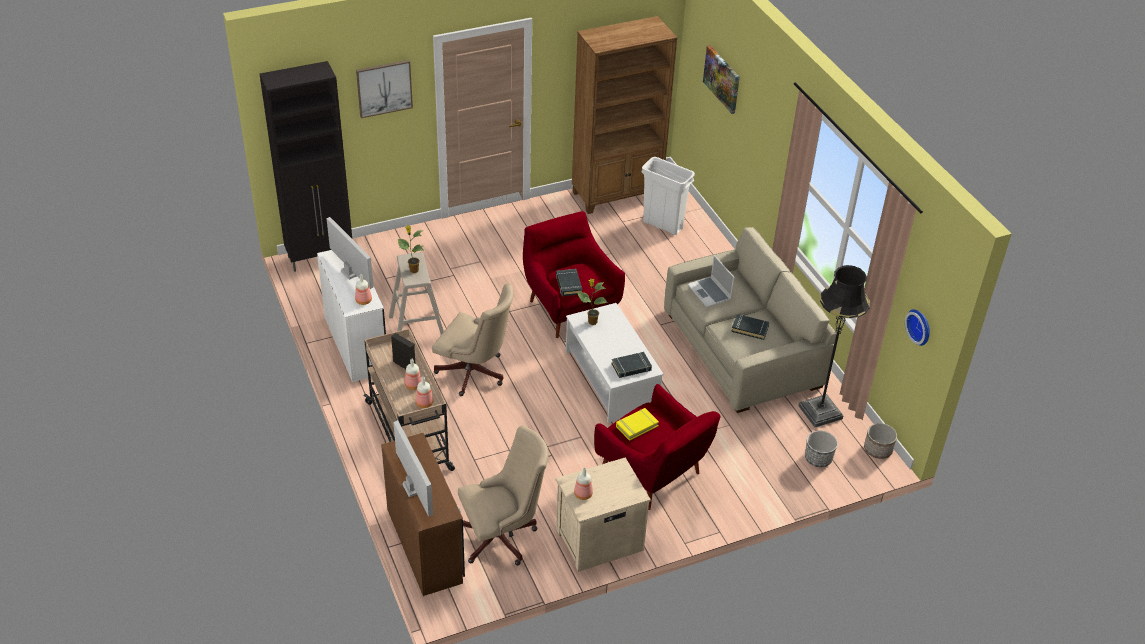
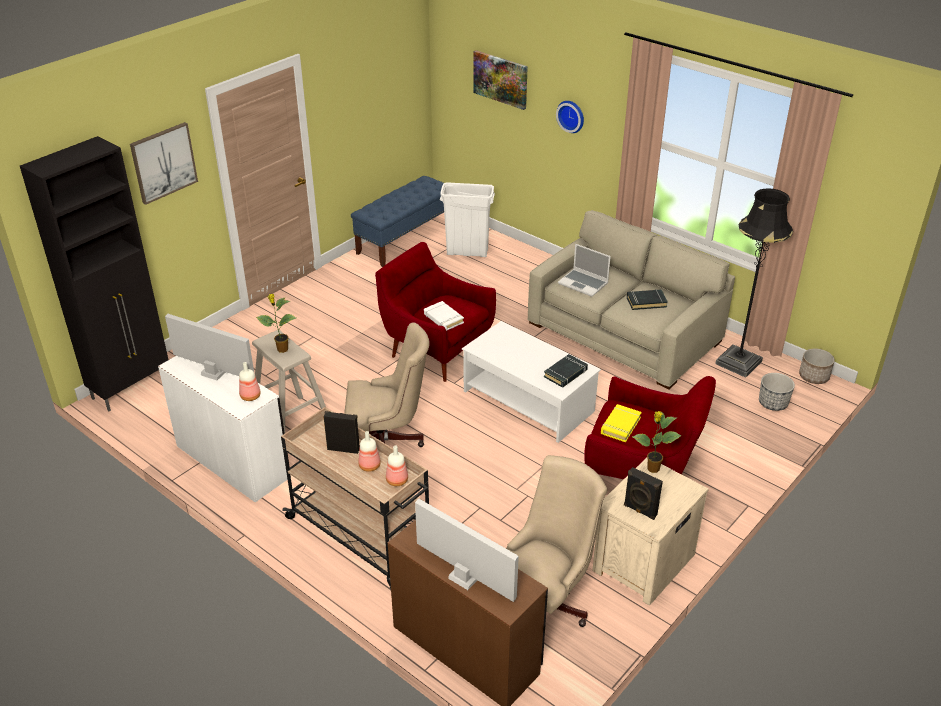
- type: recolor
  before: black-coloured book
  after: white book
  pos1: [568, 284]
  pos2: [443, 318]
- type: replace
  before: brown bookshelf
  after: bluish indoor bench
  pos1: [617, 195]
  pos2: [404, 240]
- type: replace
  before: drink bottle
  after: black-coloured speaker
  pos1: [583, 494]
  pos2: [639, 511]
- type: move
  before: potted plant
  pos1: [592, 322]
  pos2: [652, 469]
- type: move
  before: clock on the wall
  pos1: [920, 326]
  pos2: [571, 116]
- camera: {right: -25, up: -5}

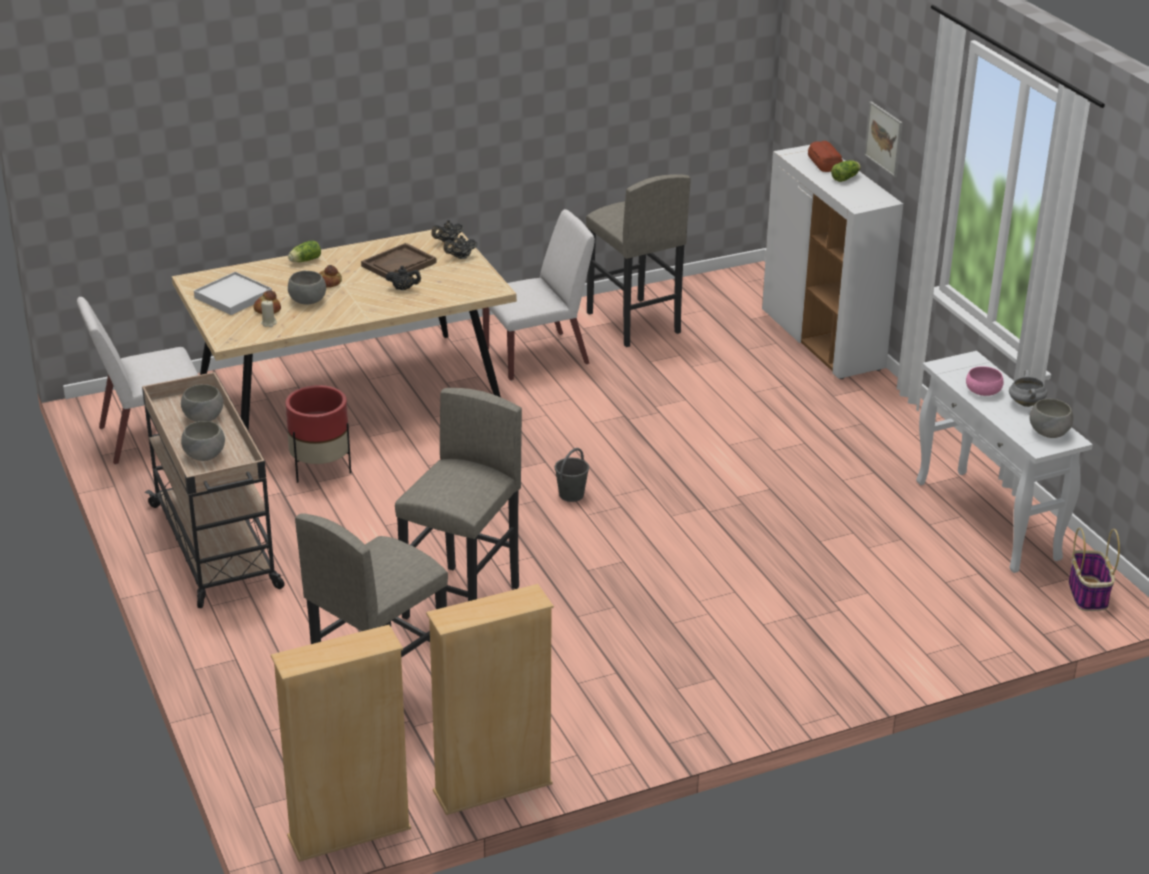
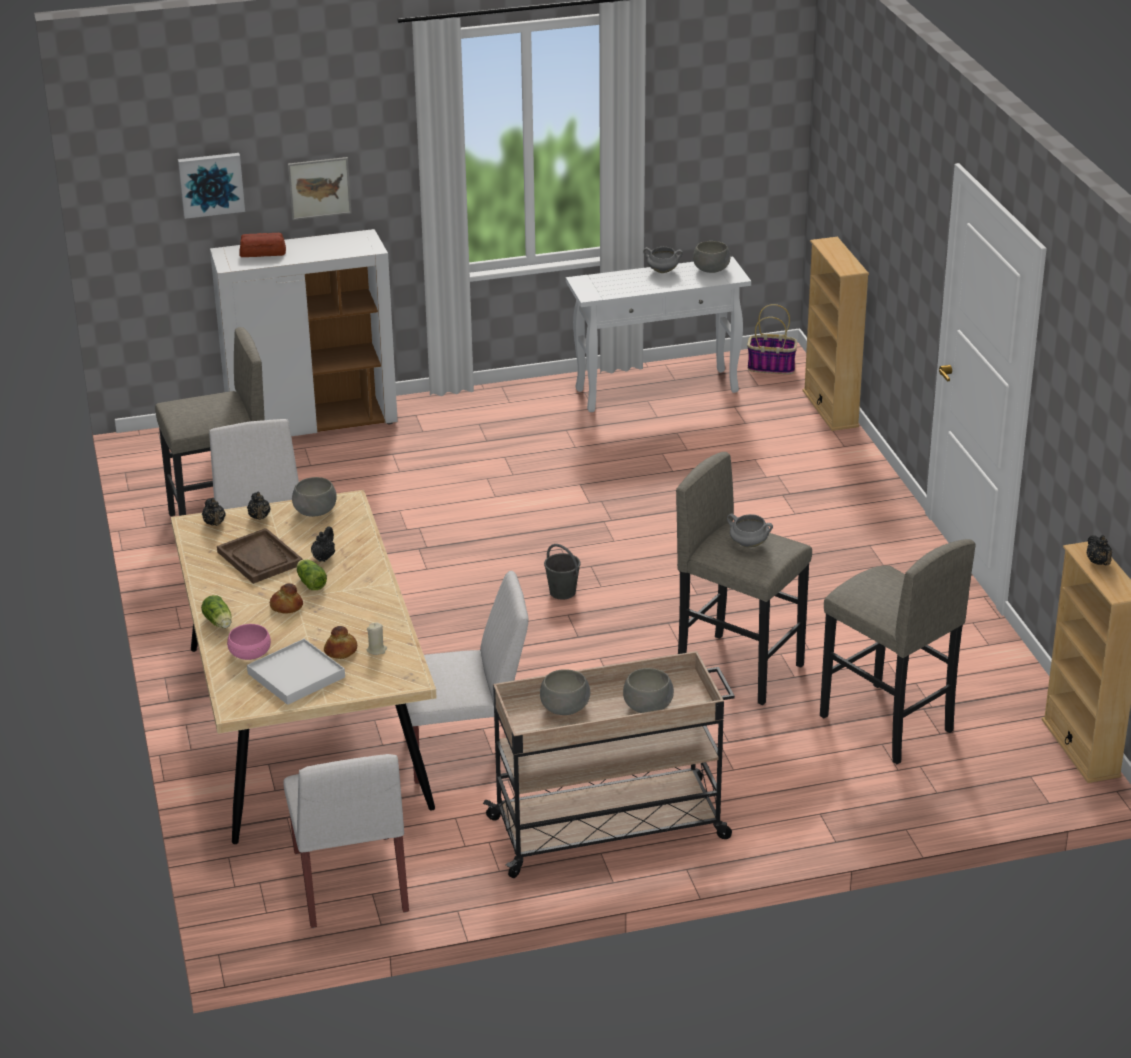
- type: replace
  before: red planter
  after: white upright chair
  pos1: [320, 469]
  pos2: [467, 750]
- type: move
  before: greyish serving bowl
  pos1: [308, 300]
  pos2: [315, 510]
- type: move
  before: beige-coloured bookshelf
  pos1: [492, 788]
  pos2: [830, 409]
- type: move
  before: head of lettuce
  pos1: [846, 178]
  pos2: [310, 582]
- type: move
  before: pink serving bowl
  pos1: [983, 390]
  pos2: [249, 652]
- type: insert
  after: picture
  pos2: [211, 184]
- type: insert
  after: greyish stockpot
  pos2: [748, 544]
- type: insert
  after: black-coloured tea pot
  pos2: [1098, 563]
- camera: {right: -80, up: 0}

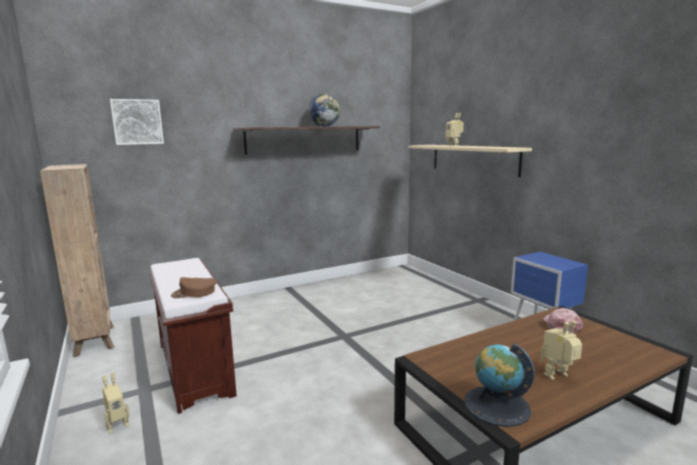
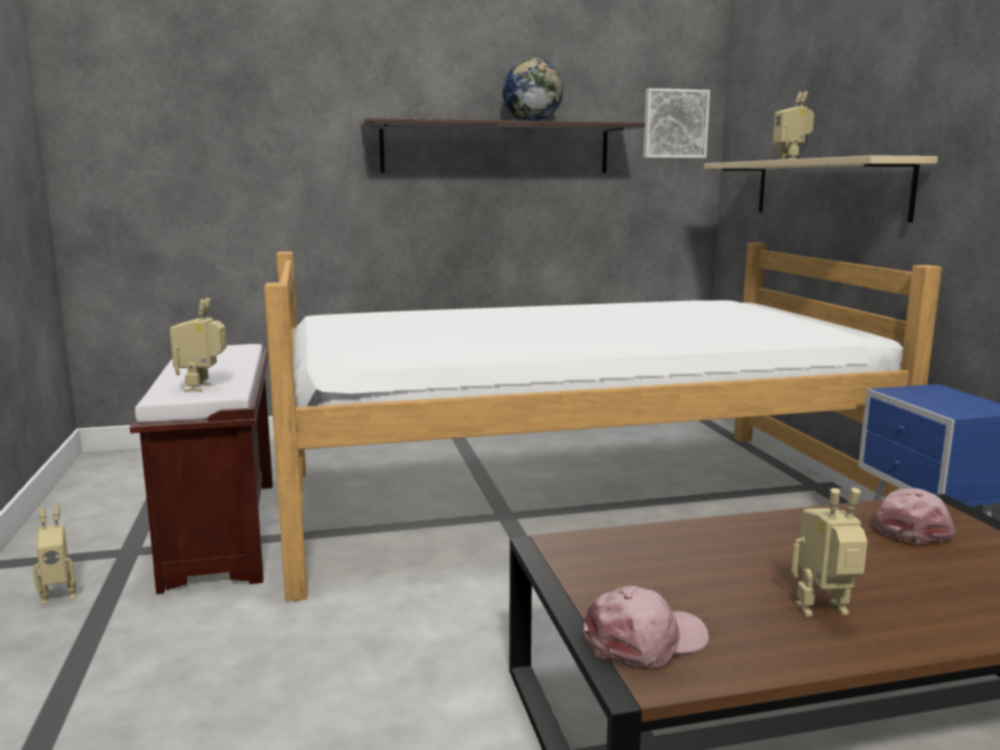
- type: delete
  before: brown bookshelf
  pos1: [95, 340]
- type: move
  before: picture
  pos1: [137, 122]
  pos2: [674, 124]
- type: replace
  before: brown baseball cap
  after: model robot
  pos1: [194, 293]
  pos2: [203, 388]
- type: replace
  before: desk globe
  after: pink baseball cap
  pos1: [496, 405]
  pos2: [645, 640]
- type: insert
  after: bedroom bed
  pos2: [573, 500]
- camera: {right: 15, up: 0}

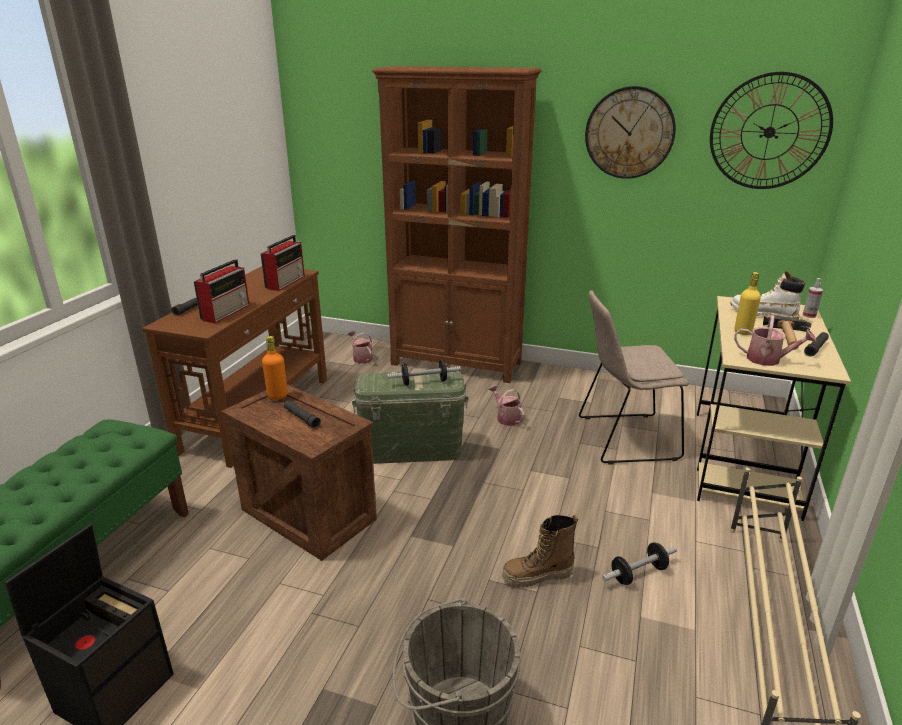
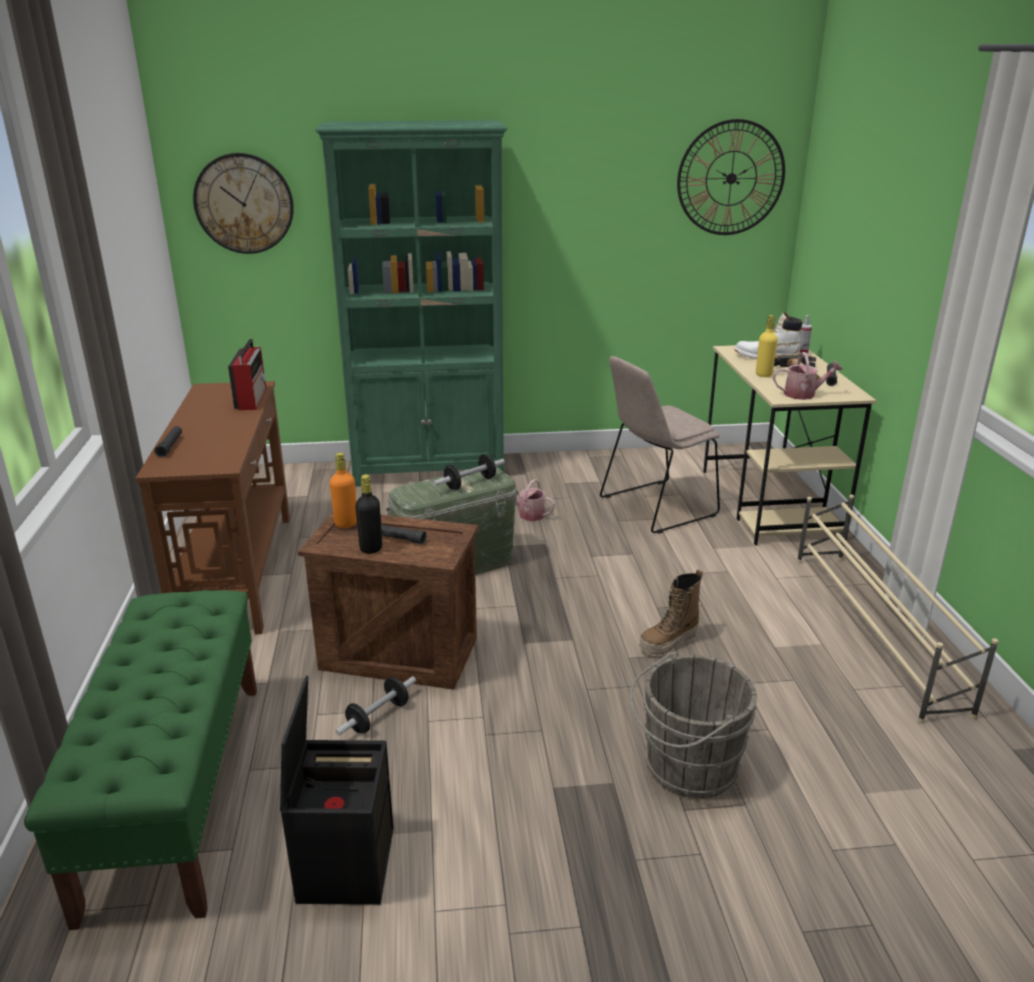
- type: delete
  before: radio set
  pos1: [227, 312]
- type: delete
  before: sprinkling can
  pos1: [361, 358]
- type: recolor
  before: brown bookshelf
  after: green bookshelf
  pos1: [457, 363]
  pos2: [429, 470]
- type: move
  before: clock on the wall
  pos1: [629, 133]
  pos2: [244, 203]
- type: move
  before: dumbbell
  pos1: [638, 573]
  pos2: [378, 717]
- type: insert
  after: black-coloured drink bottle
  pos2: [371, 548]
- camera: {right: -25, up: 0}

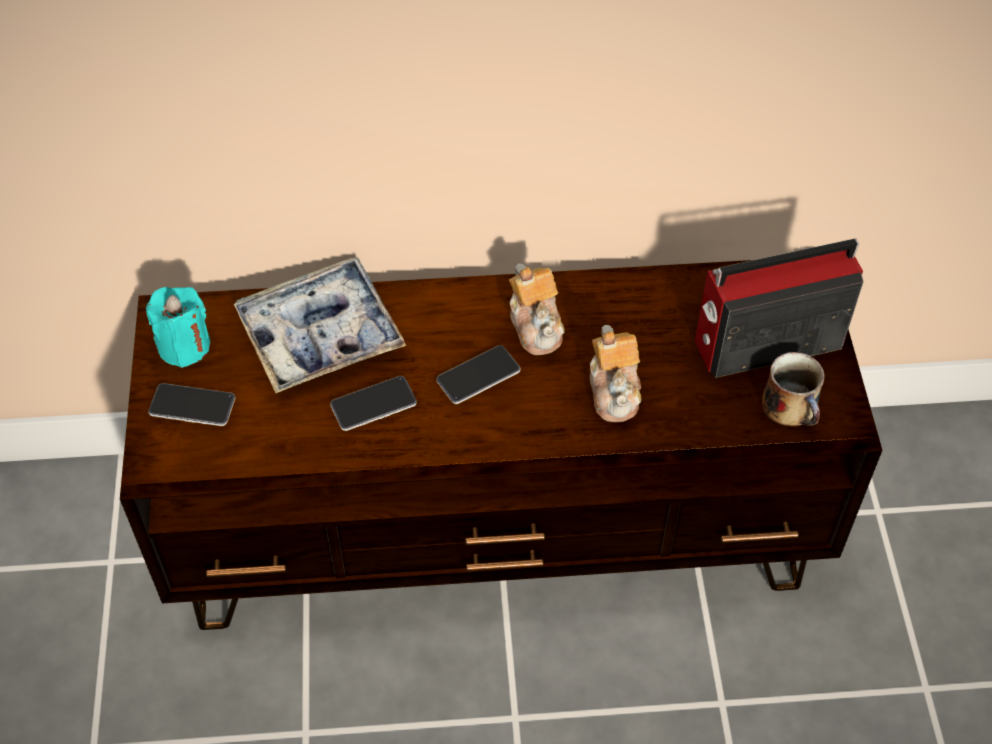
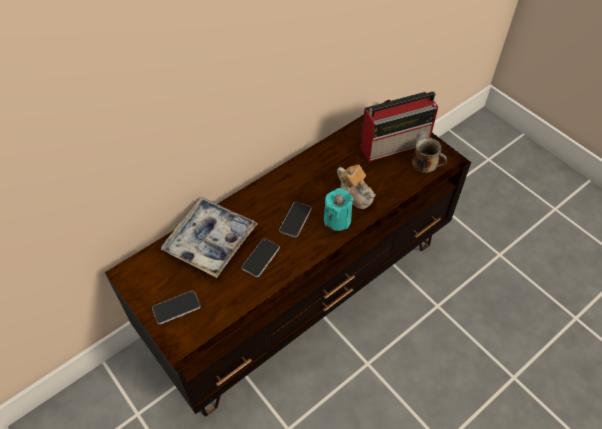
- type: move
  before: blue-green wax light
  pos1: [184, 346]
  pos2: [337, 220]
- type: delete
  before: tea pot
  pos1: [536, 325]
- type: rotate
  before: radio set
  pos1: [764, 344]
  pos2: [395, 145]
  turn: -150
- camera: {right: -35, up: 0}

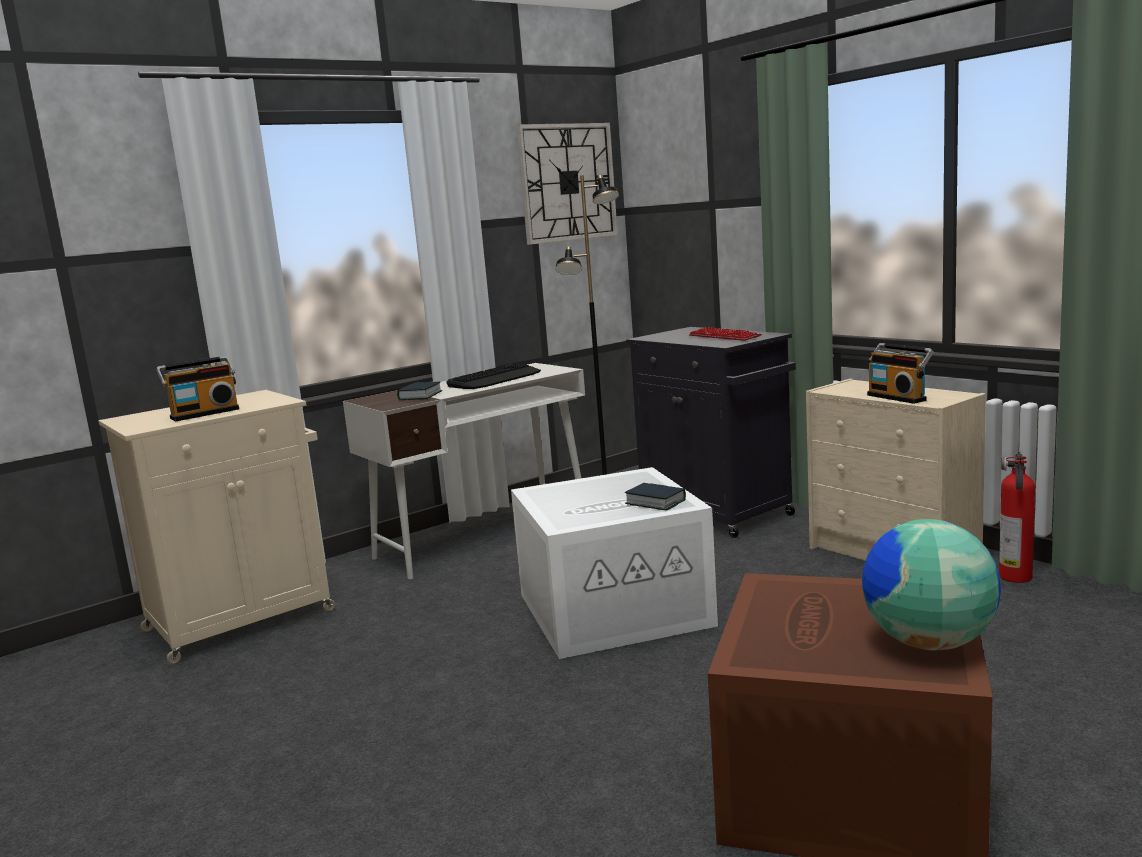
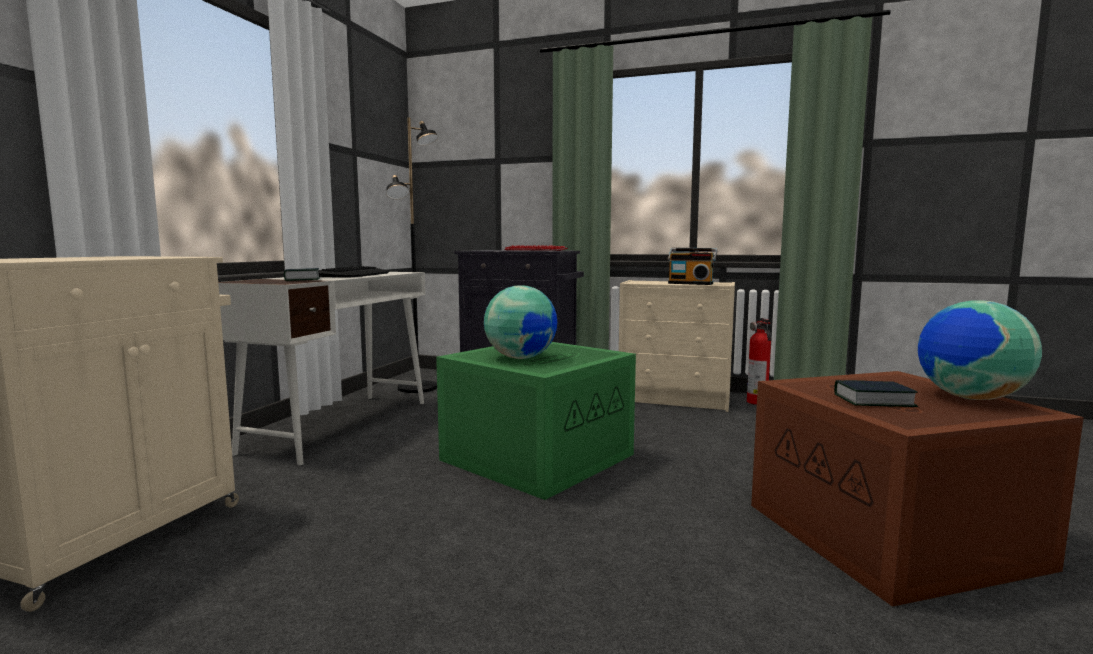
- type: delete
  before: radio set
  pos1: [204, 413]
- type: recolor
  before: white storage bin
  after: green storage bin
  pos1: [615, 608]
  pos2: [537, 456]
- type: delete
  before: clock on the wall
  pos1: [567, 182]
- type: move
  before: book
  pos1: [655, 502]
  pos2: [873, 400]
- type: insert
  after: desk globe
  pos2: [520, 358]
- camera: {right: -35, up: -5}

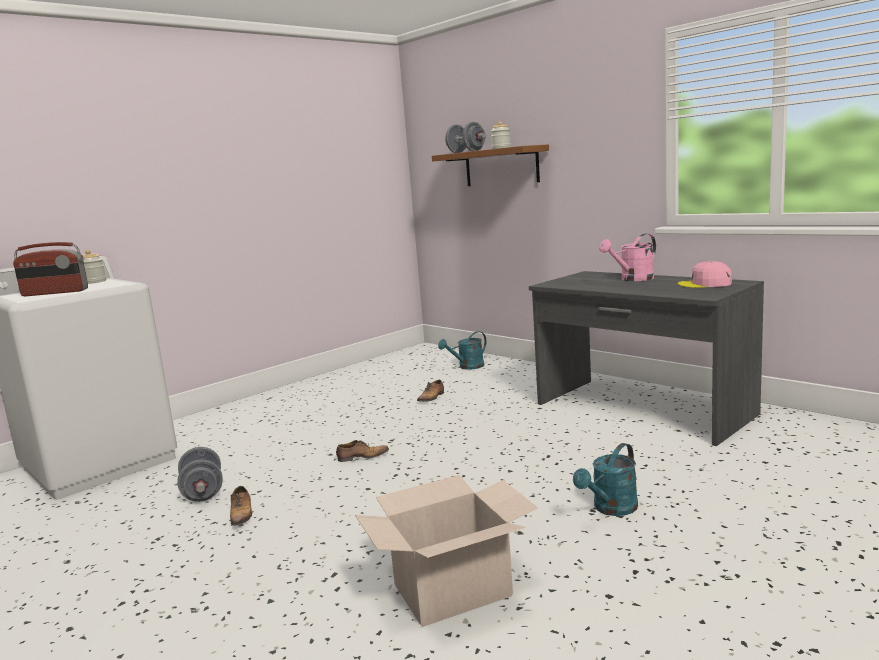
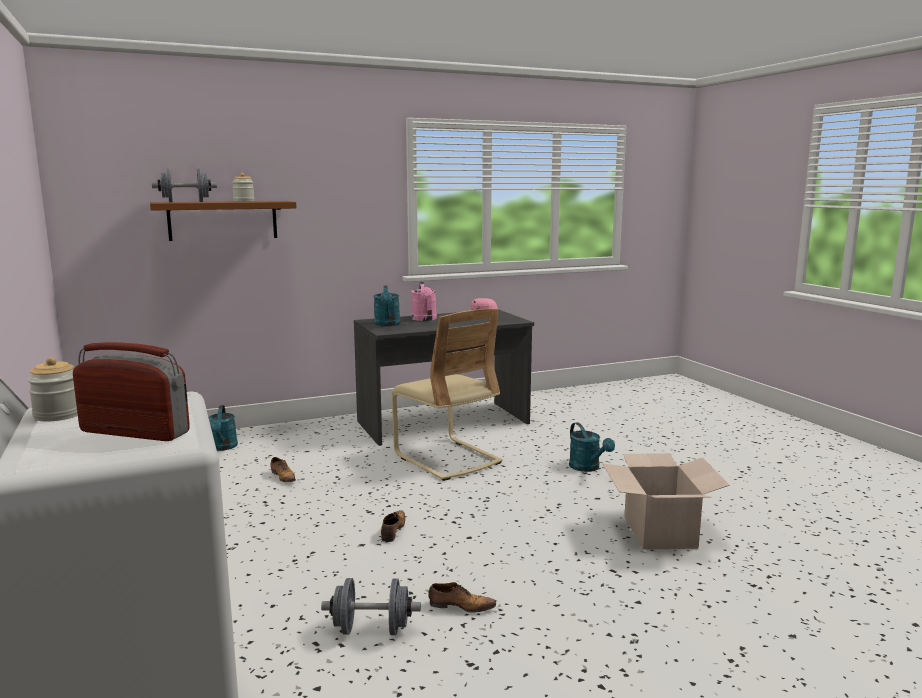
- type: rotate
  before: radio set
  pos1: [55, 293]
  pos2: [136, 432]
  turn: -90
- type: insert
  after: blue-green sprinkling can
  pos2: [387, 325]
- type: insert
  after: beige-coloured upright chair
  pos2: [447, 458]
- camera: {right: -70, up: 0}

